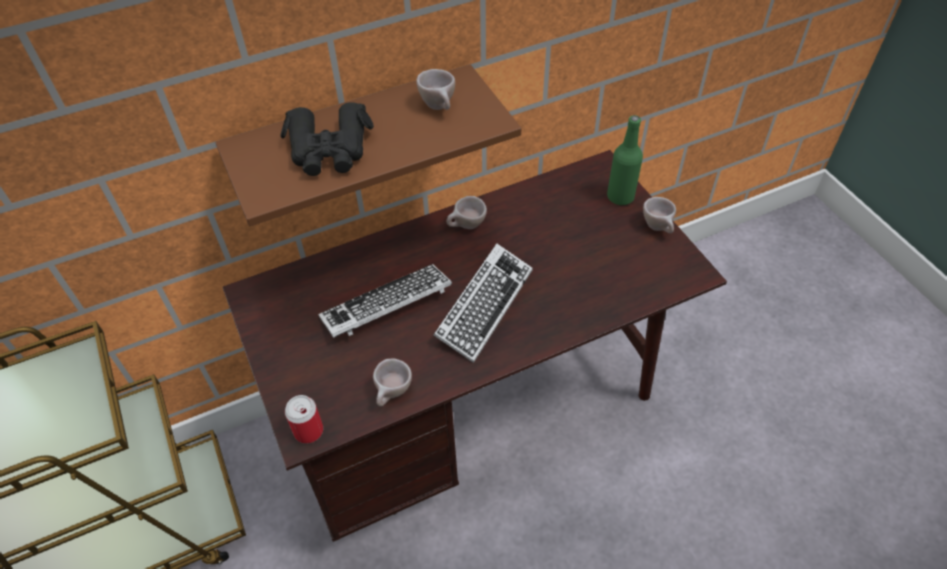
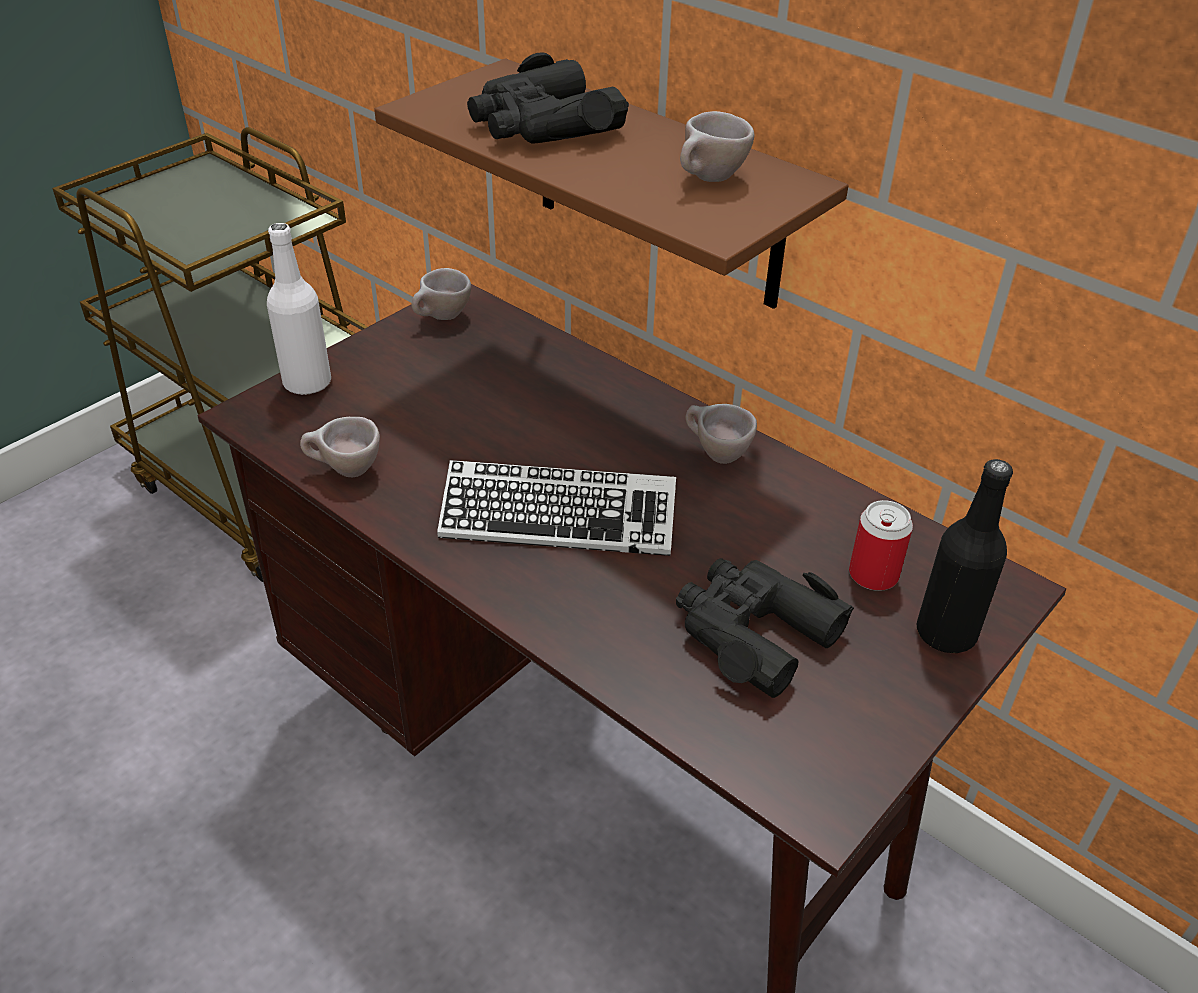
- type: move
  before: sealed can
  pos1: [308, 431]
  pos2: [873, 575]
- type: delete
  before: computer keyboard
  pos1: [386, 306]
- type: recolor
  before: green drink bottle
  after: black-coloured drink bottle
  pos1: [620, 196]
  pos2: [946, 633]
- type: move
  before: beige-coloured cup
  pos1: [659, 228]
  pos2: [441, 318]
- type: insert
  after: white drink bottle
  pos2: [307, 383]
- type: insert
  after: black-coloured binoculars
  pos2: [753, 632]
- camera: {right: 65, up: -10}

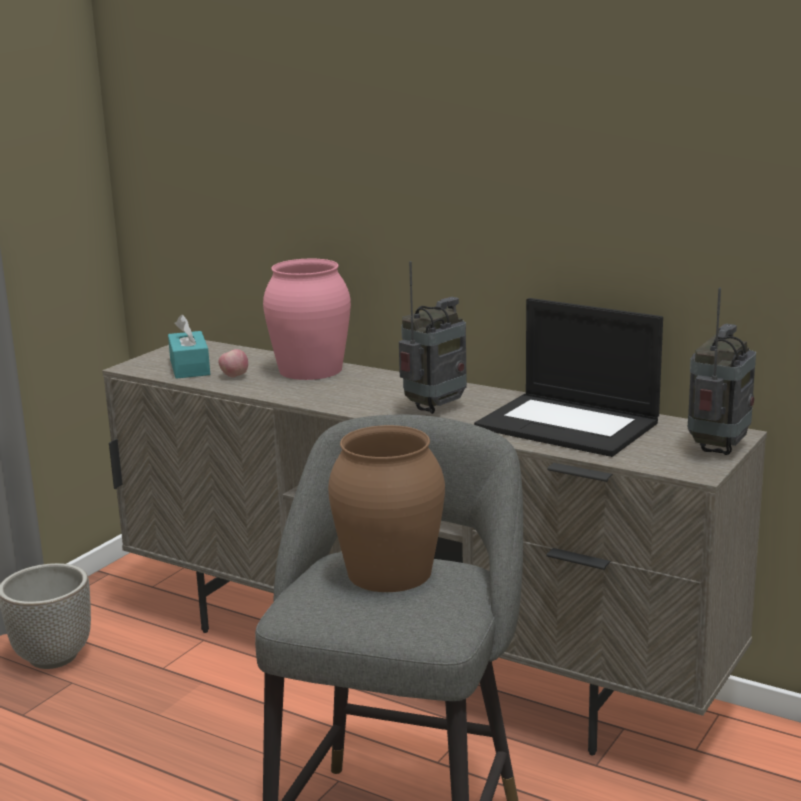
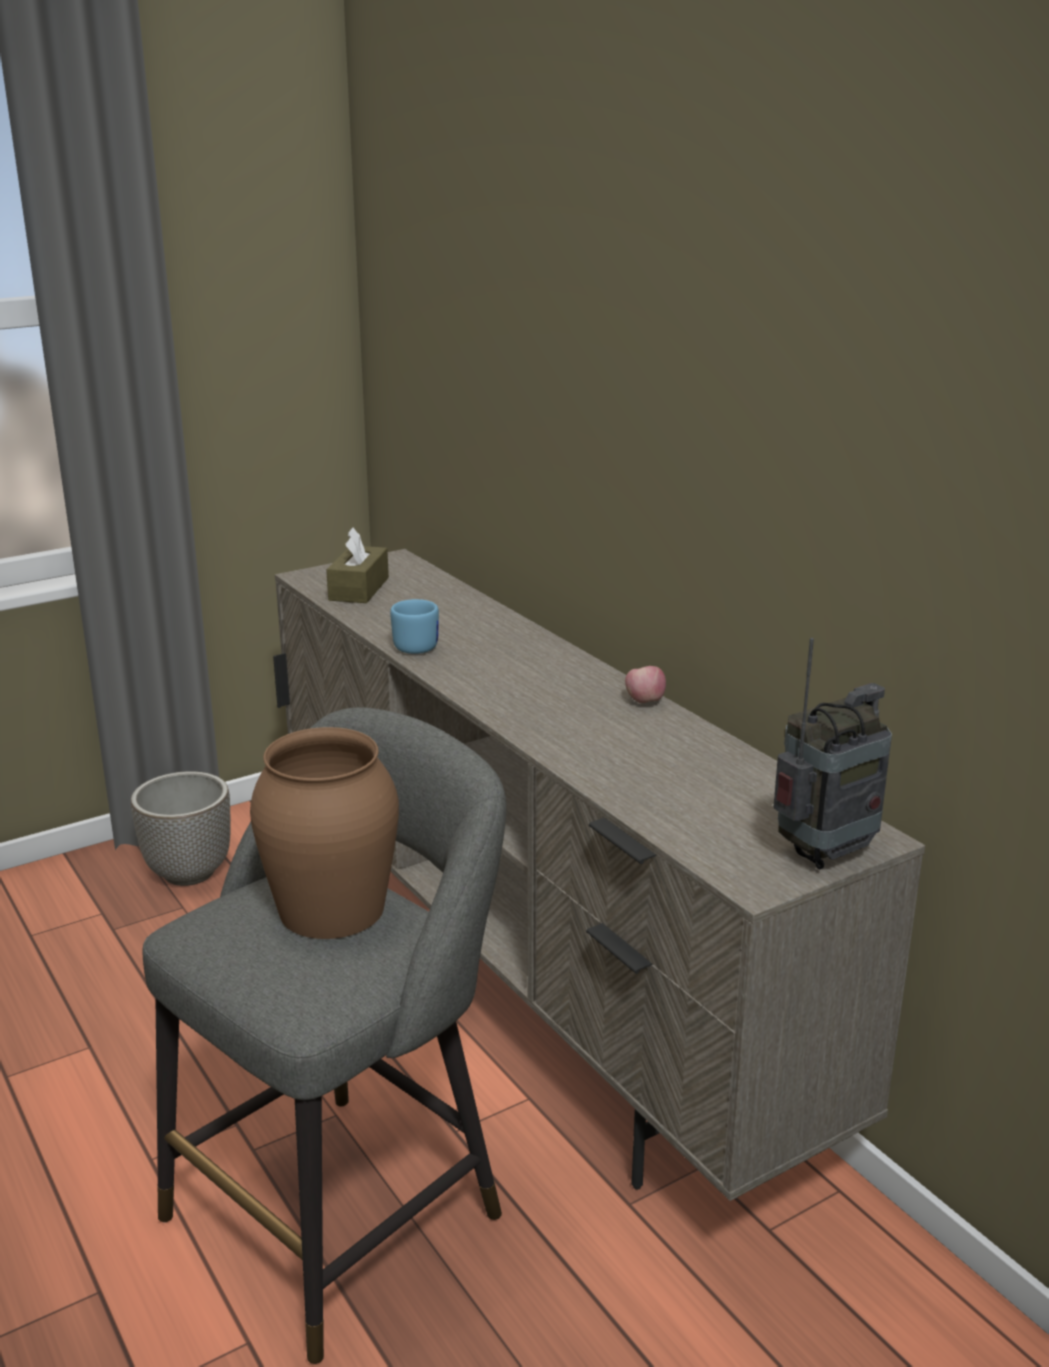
- type: recolor
  before: blue-green box of tissues
  after: brown box of tissues
  pos1: [190, 367]
  pos2: [359, 589]
- type: move
  before: apple
  pos1: [234, 376]
  pos2: [644, 701]
- type: delete
  before: pink flower vase
  pos1: [310, 369]
- type: delete
  before: radio set
  pos1: [435, 408]
- type: delete
  before: portable computer
  pos1: [570, 425]
- type: insert
  after: bluish mug
  pos2: [414, 645]
- camera: {right: 25, up: 5}

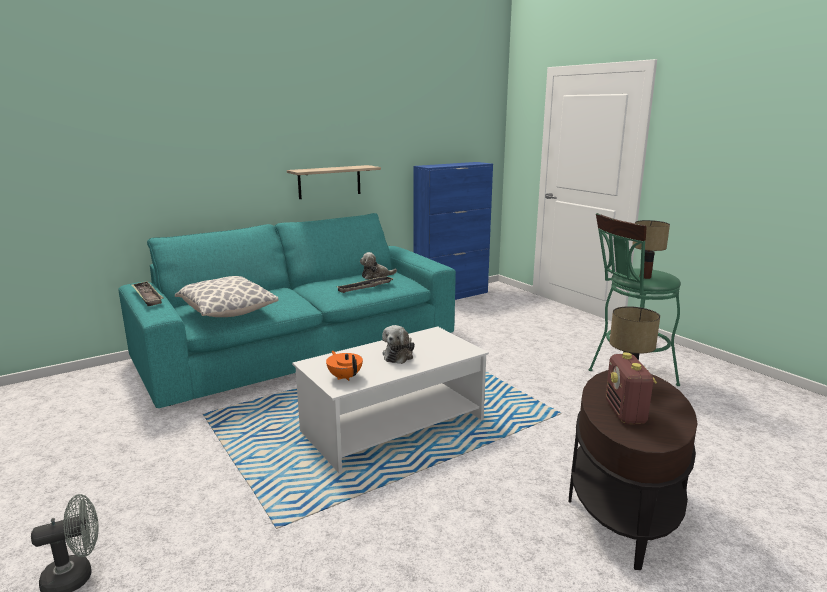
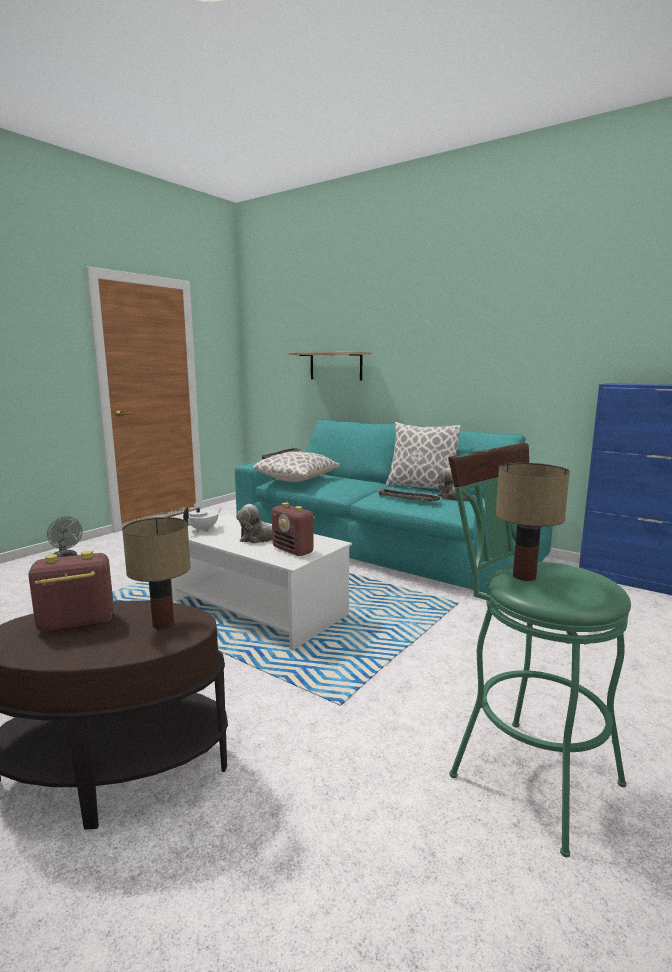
- type: move
  before: wall shelf
  pos1: [329, 182]
  pos2: [335, 366]
- type: recolor
  before: orange-coloured tea pot
  after: white tea pot
  pos1: [345, 377]
  pos2: [203, 529]
- type: insert
  after: radio set
  pos2: [293, 550]
- type: insert
  after: throw pillow
  pos2: [420, 487]
- camera: {right: 70, up: -5}

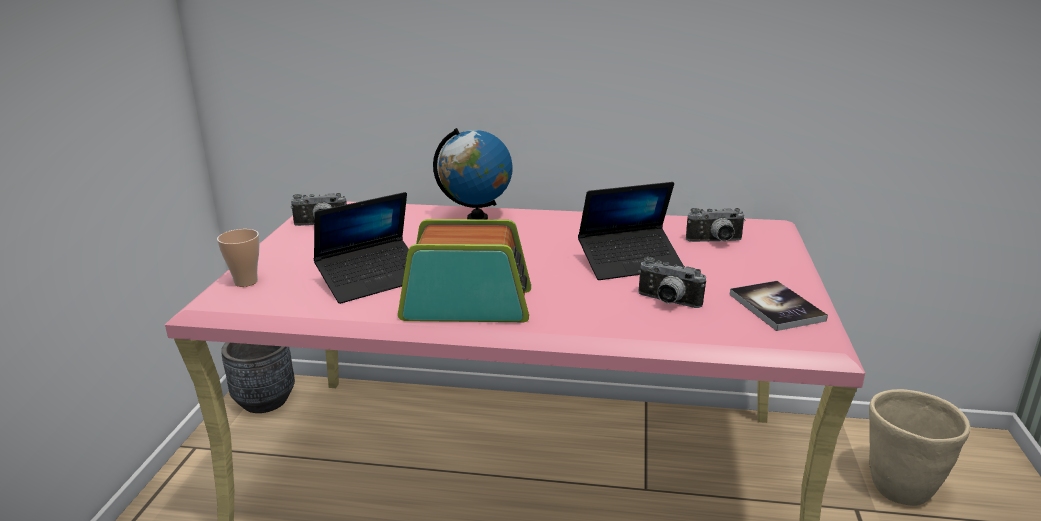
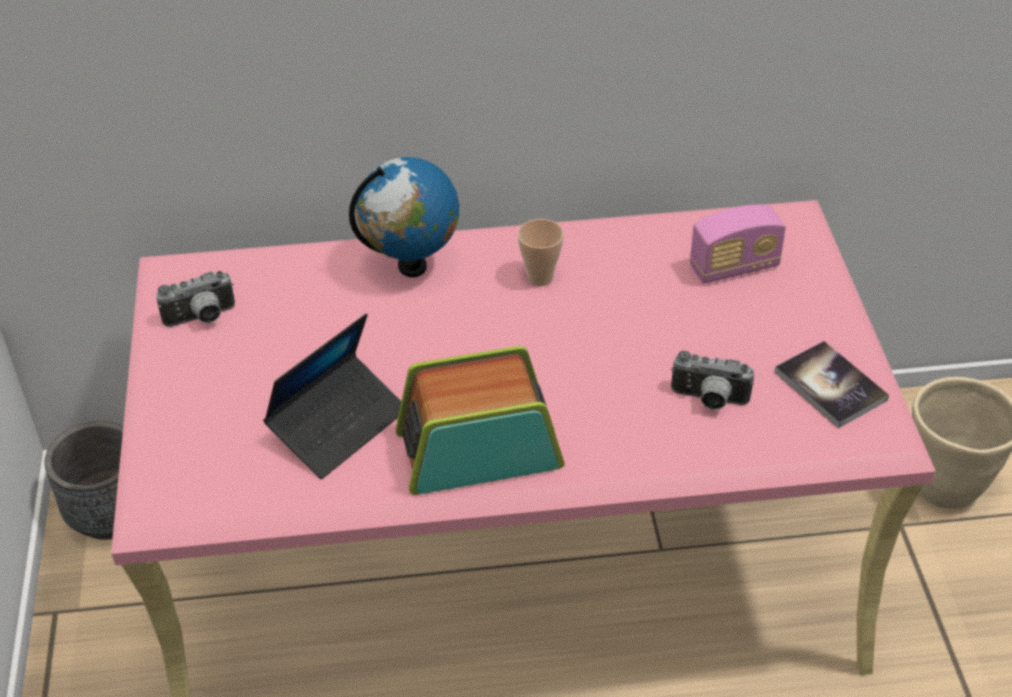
- type: move
  before: cup
  pos1: [246, 282]
  pos2: [540, 278]
- type: delete
  before: portable computer
  pos1: [630, 262]
- type: replace
  before: photo camera
  after: radio set
  pos1: [715, 242]
  pos2: [734, 267]
- camera: {right: -15, up: 20}

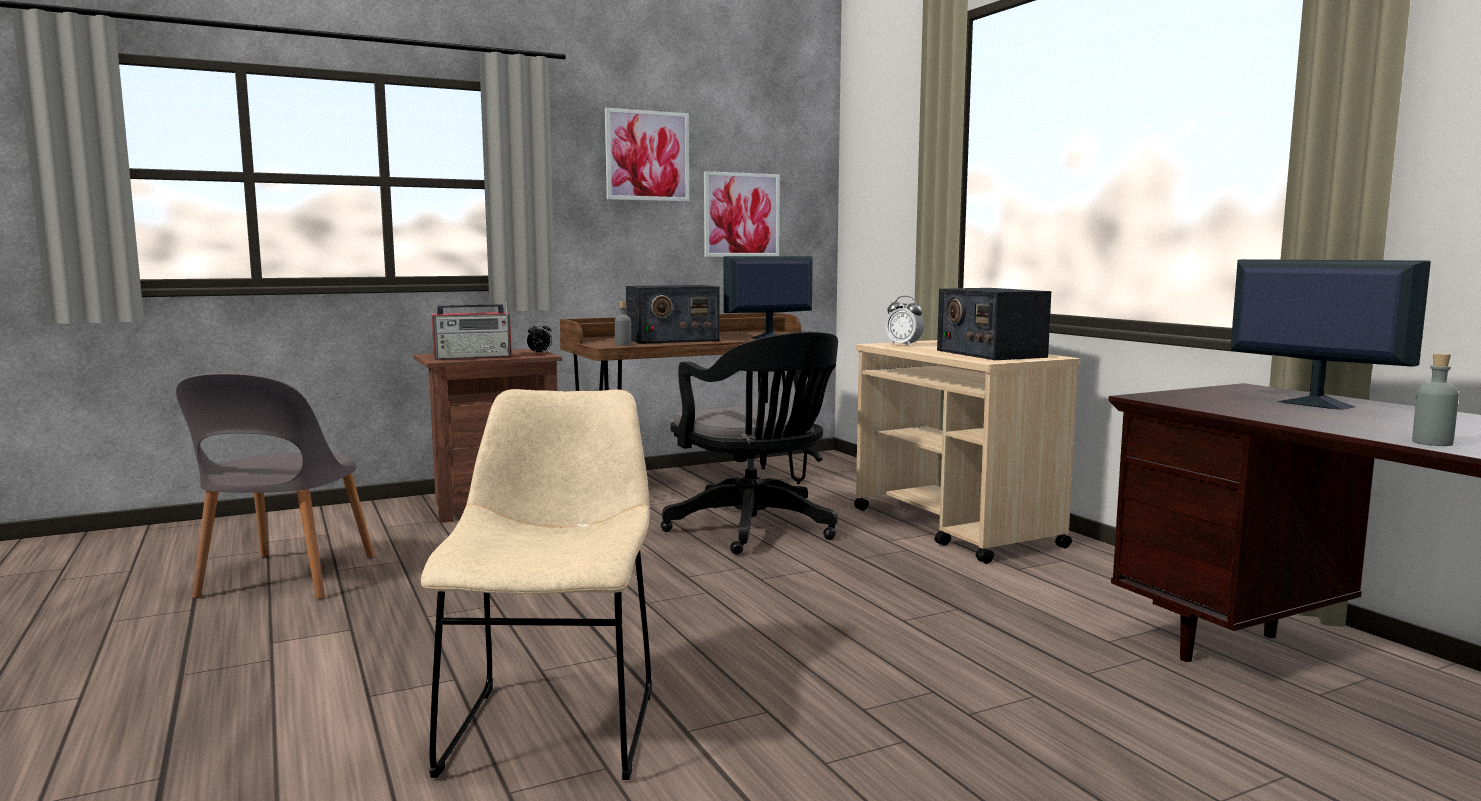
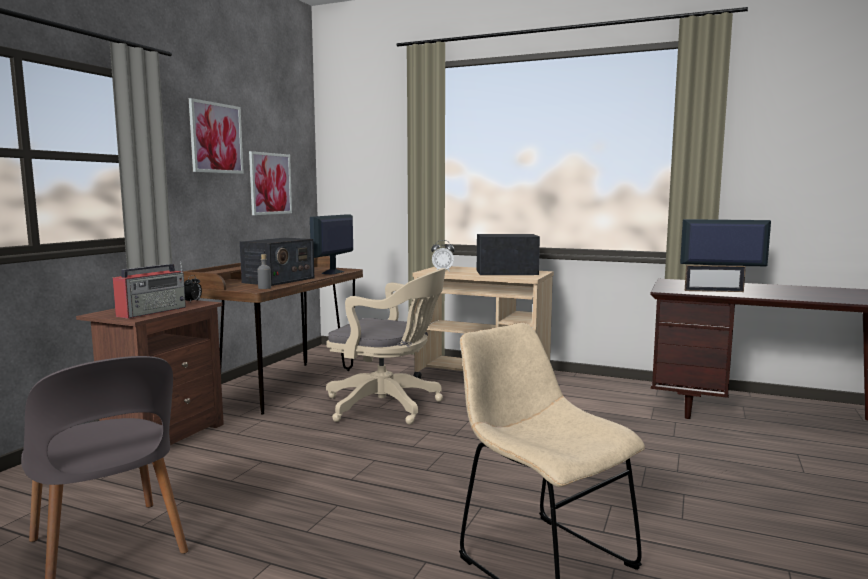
- type: recolor
  before: black-coloured computer chair
  after: beige-coloured computer chair
  pos1: [756, 530]
  pos2: [388, 406]
- type: rotate
  before: radio set
  pos1: [990, 353]
  pos2: [507, 272]
  turn: 150
- type: delete
  before: greyish drink bottle
  pos1: [1432, 443]
- type: insert
  after: photo frame
  pos2: [713, 291]
- camera: {right: -40, up: 0}

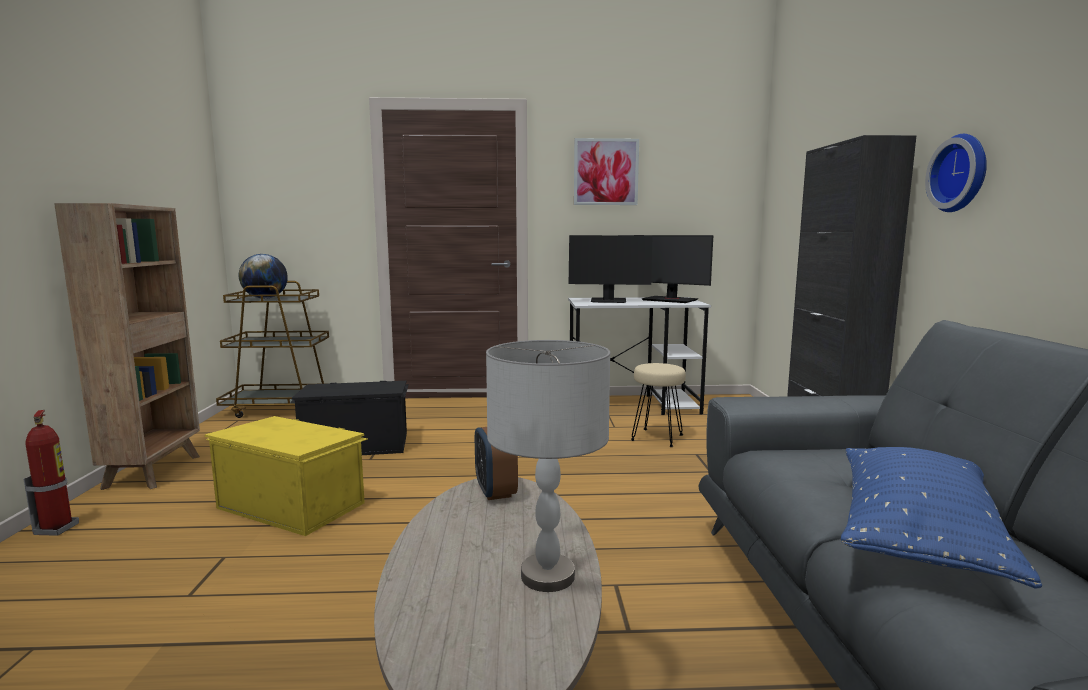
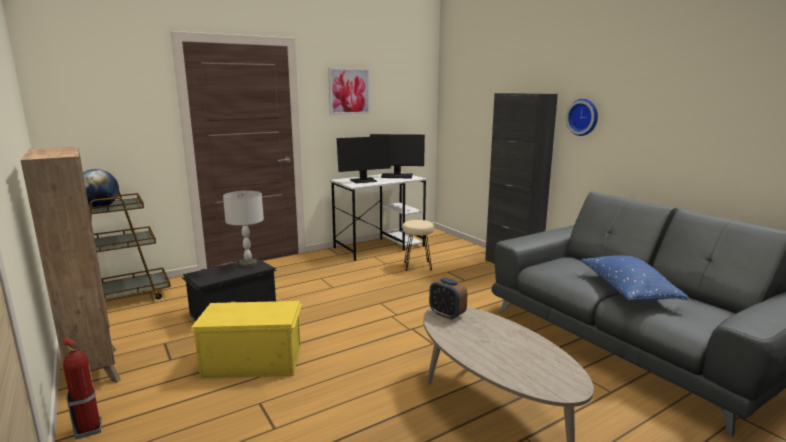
- type: move
  before: greyish lamp for a table
  pos1: [546, 576]
  pos2: [248, 264]
- camera: {right: -30, up: 5}

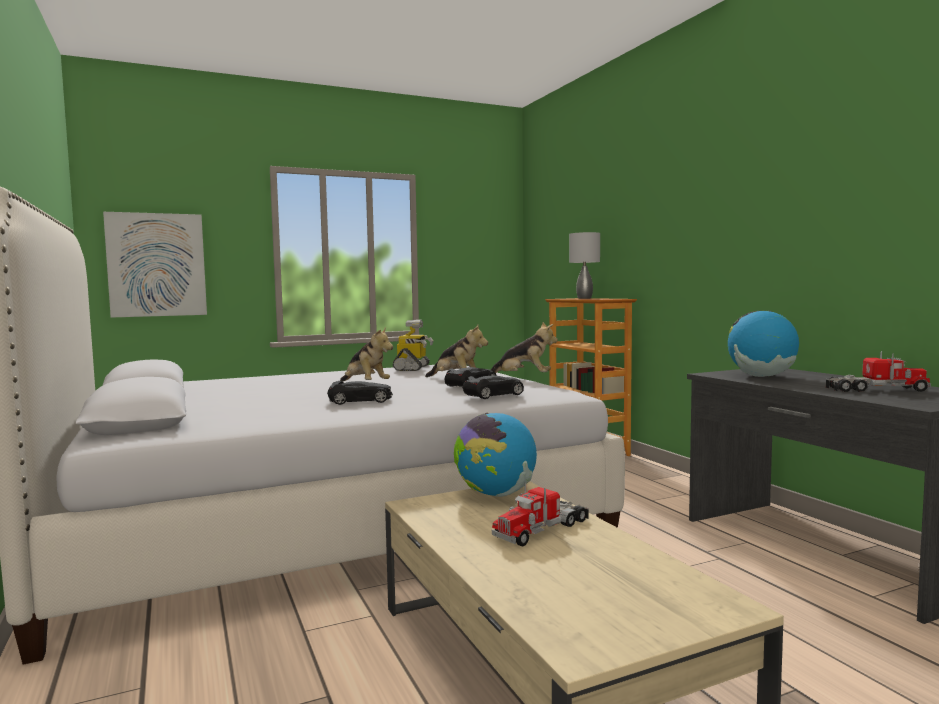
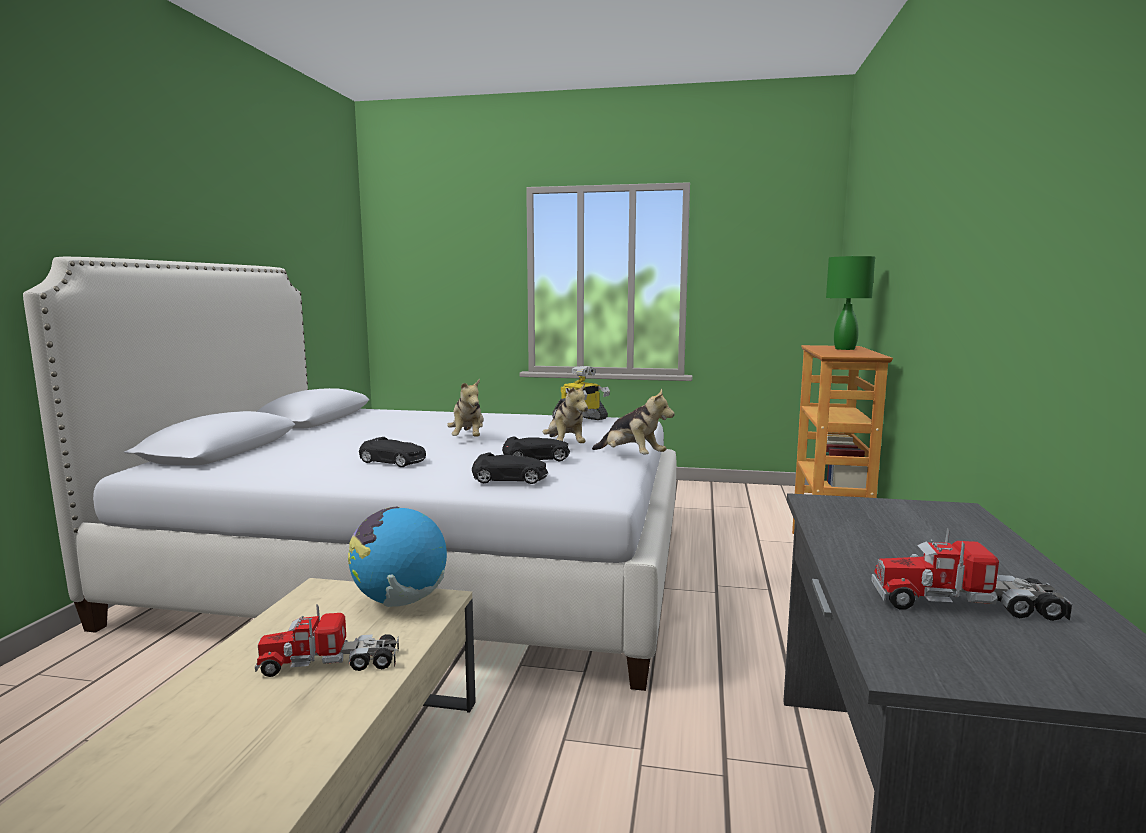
- type: delete
  before: picture
  pos1: [157, 265]
- type: recolor
  before: greyish lamp for a table
  after: green lamp for a table
  pos1: [584, 298]
  pos2: [844, 349]
- type: delete
  before: desk globe
  pos1: [761, 376]
- type: rotate
  before: toy lorry
  pos1: [876, 390]
  pos2: [965, 604]
  turn: 150
- camera: {right: 35, up: 5}

